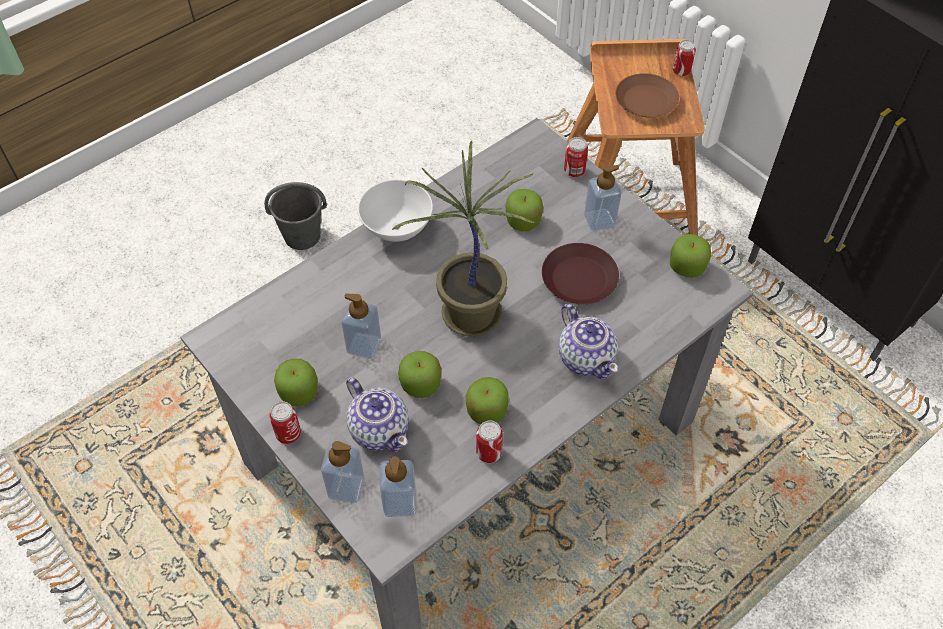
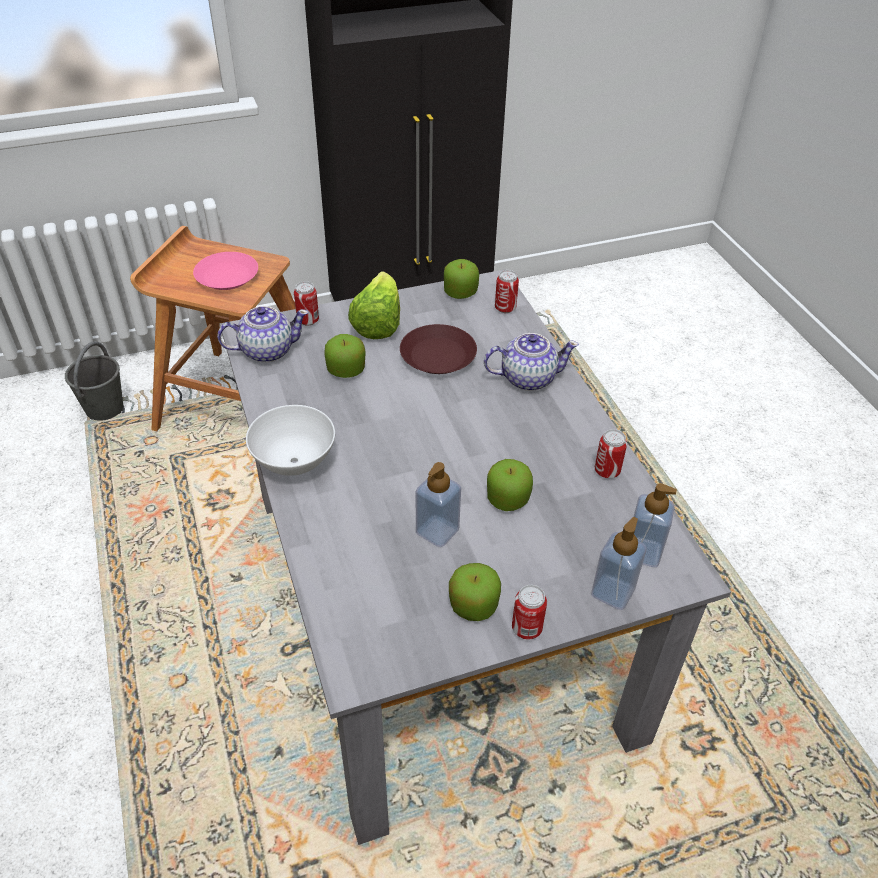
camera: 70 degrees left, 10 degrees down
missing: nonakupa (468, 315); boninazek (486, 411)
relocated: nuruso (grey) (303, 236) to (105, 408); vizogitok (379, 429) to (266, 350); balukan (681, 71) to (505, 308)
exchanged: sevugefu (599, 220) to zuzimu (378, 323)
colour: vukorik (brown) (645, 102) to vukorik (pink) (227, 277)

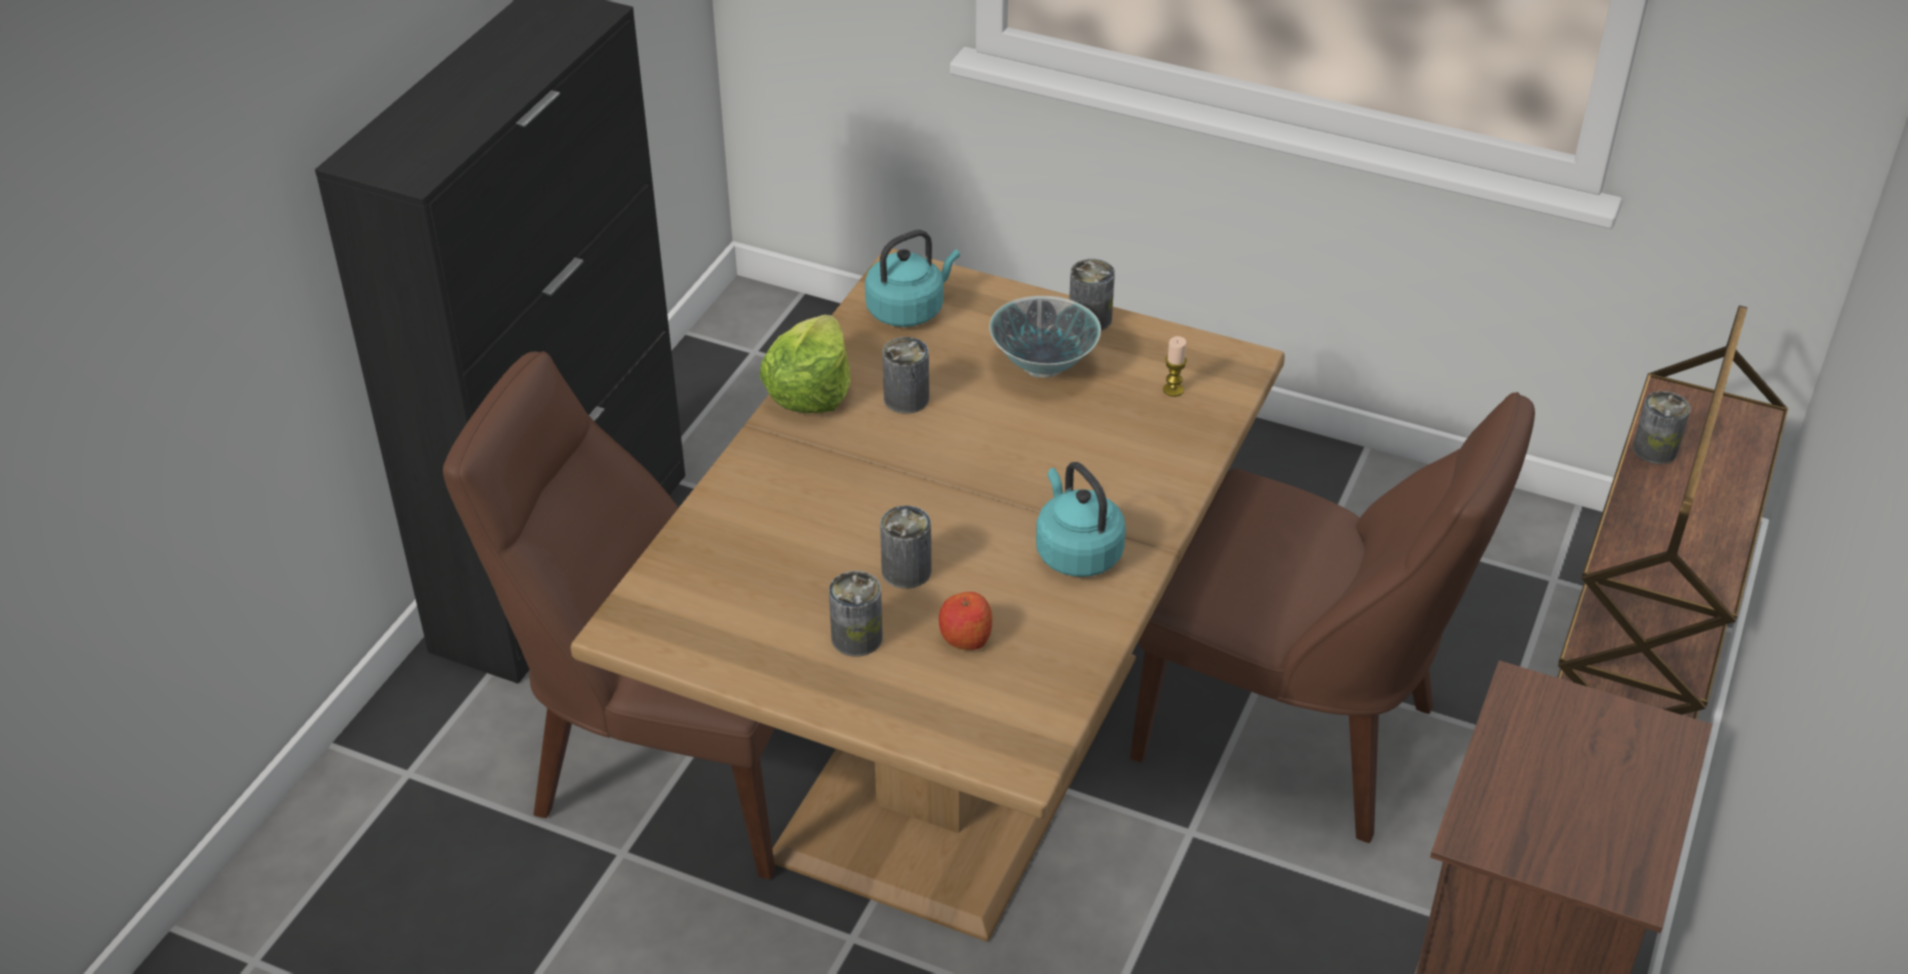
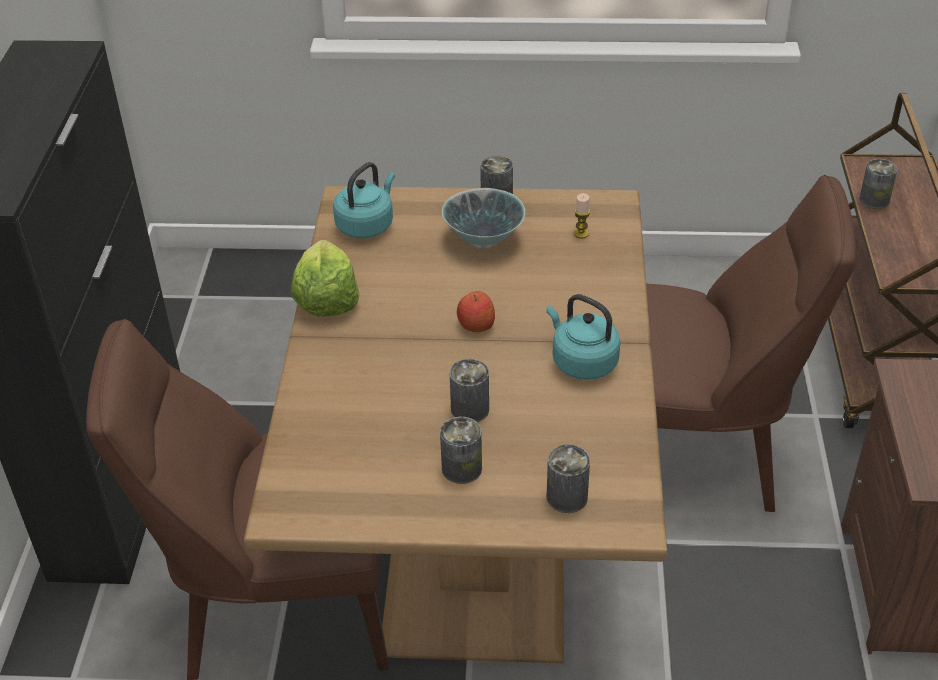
camera: 20 degrees left, 0 degrees up
relocated: boninazek (965, 637) to (476, 324); balukan (906, 398) to (567, 497)

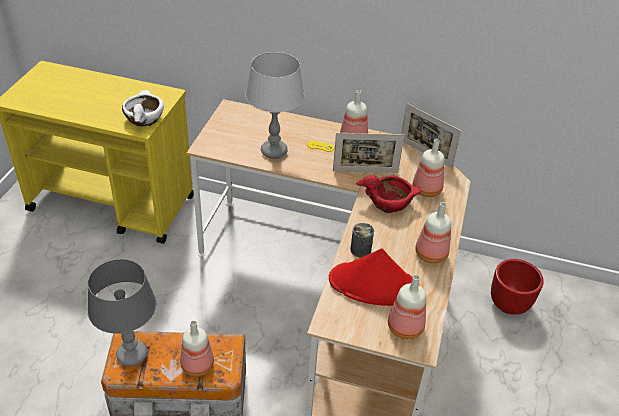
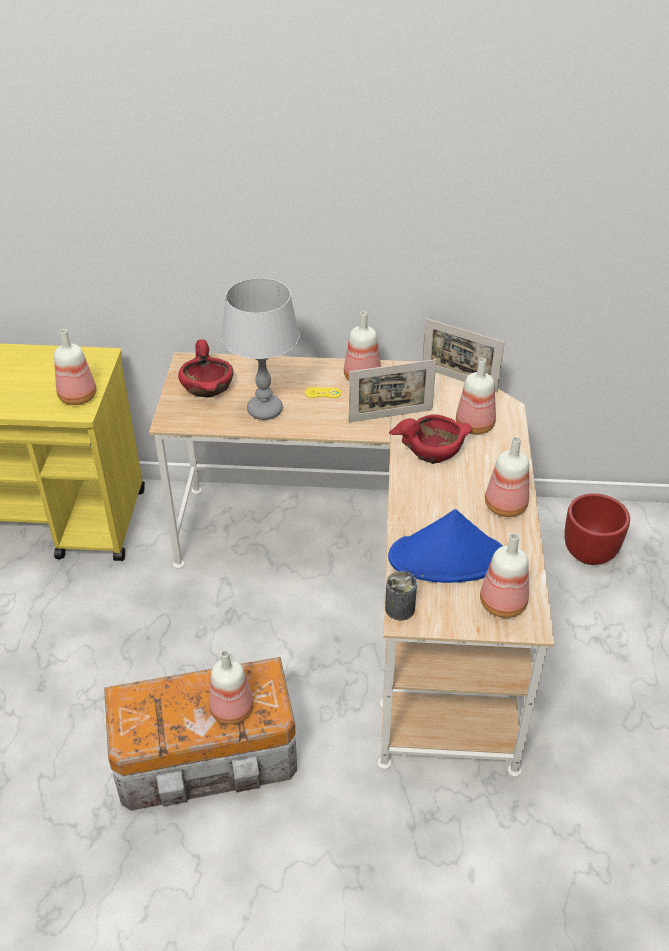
camera: 10 degrees left, 0 degrees up
missing: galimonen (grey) (132, 355)
appeared: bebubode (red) (207, 387)
relocated: balukan (360, 250) to (399, 608)
exchanged: bebubode (white) (144, 118) to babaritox (77, 396)
colour: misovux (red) (374, 285) to misovux (blue) (448, 558)

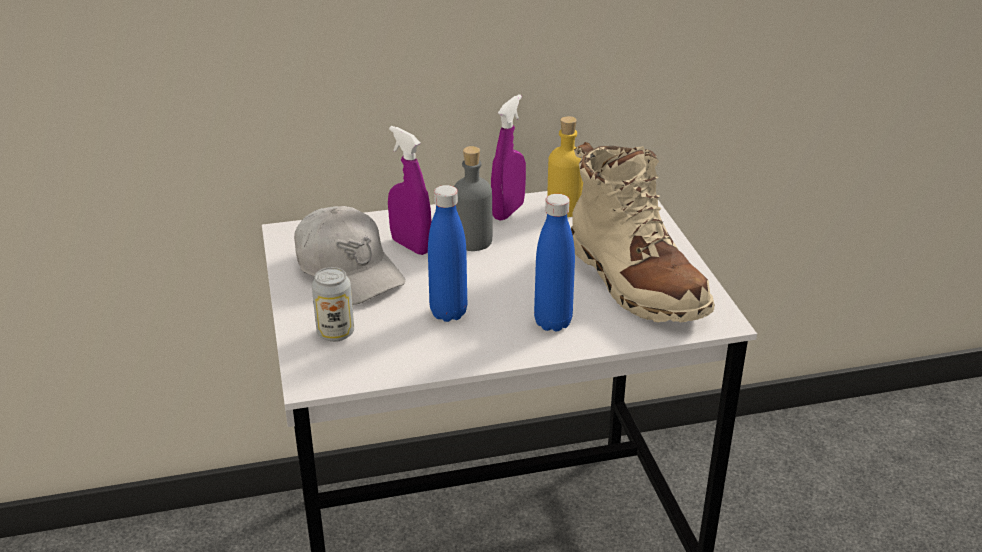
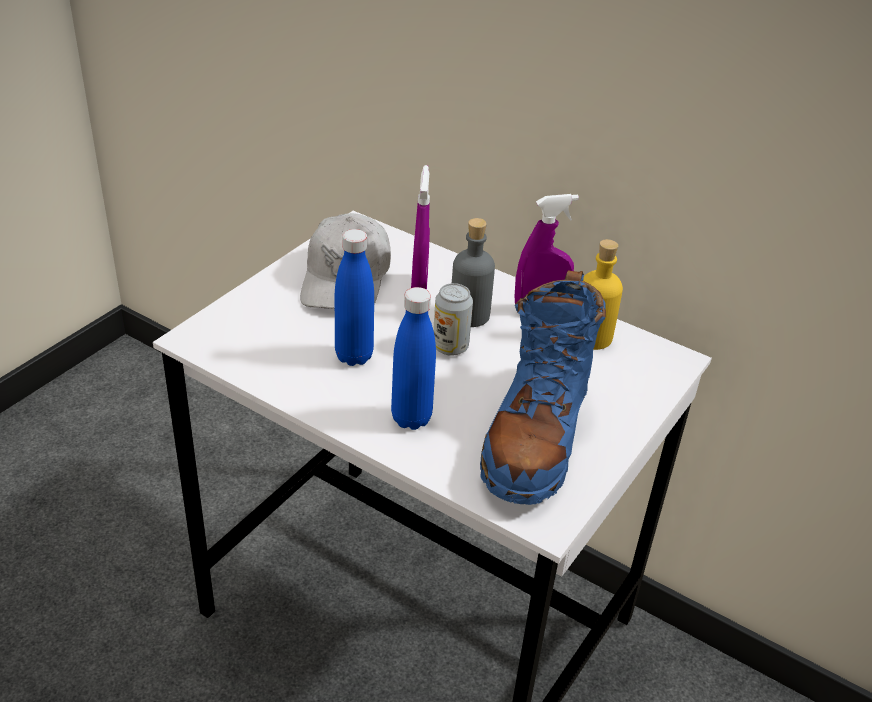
camera: 45 degrees right, 5 degrees up
relocated: balukan (335, 333) to (450, 347)
colour: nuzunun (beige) (634, 281) to nuzunun (blue) (536, 434)

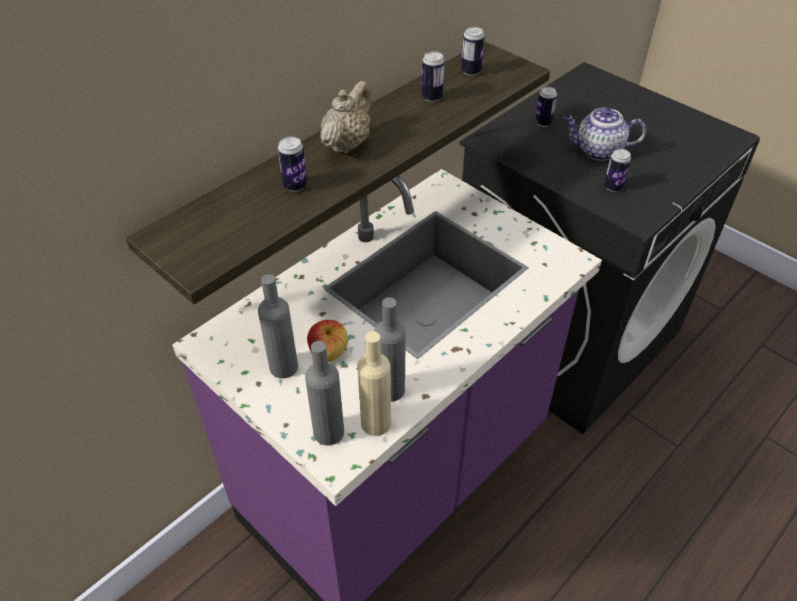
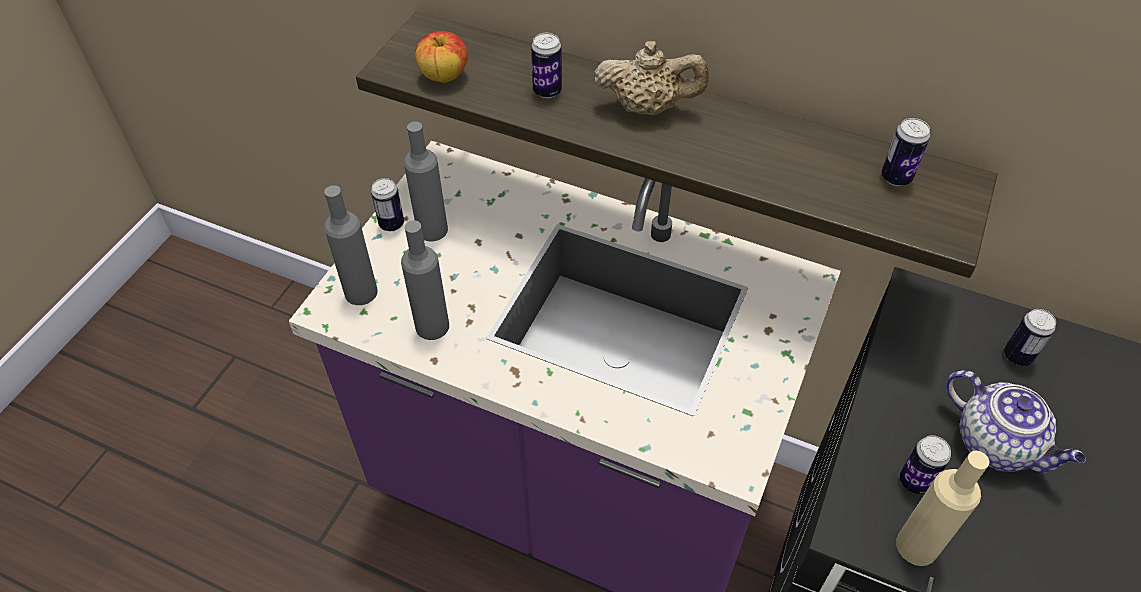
camera: 70 degrees right, 5 degrees up
relocated: balukan (432, 97) to (391, 224); boninazek (328, 353) to (444, 76); babaritox (beige) (376, 423) to (917, 546)
spun: vizogitok (597, 151) = (997, 444) 150 degrees clockwise

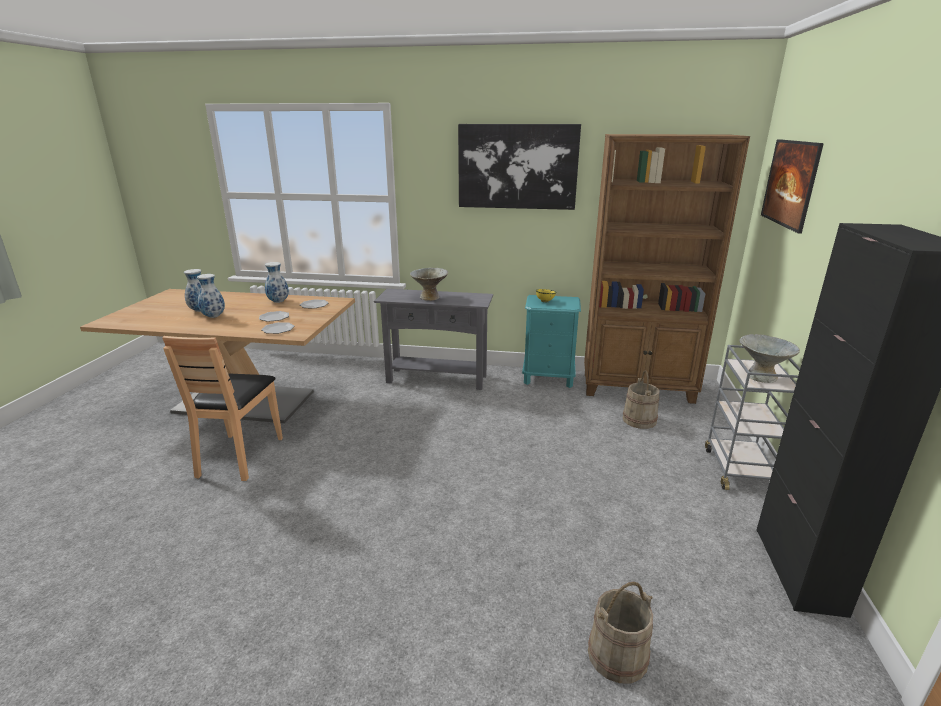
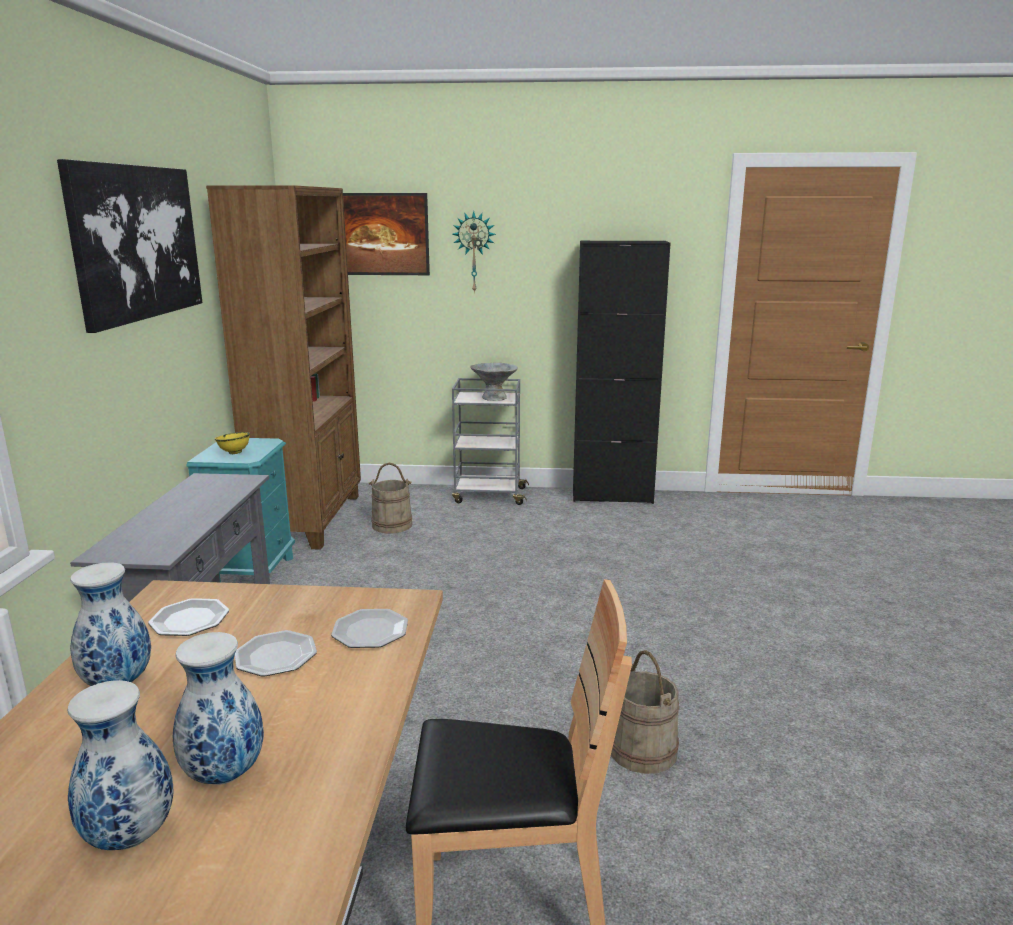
camera: 95 degrees left, 5 degrees down
missing: bebubode (grey) (429, 297)
appeared: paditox (474, 252)
relocated: nuruso (beige) (617, 655) to (643, 750)

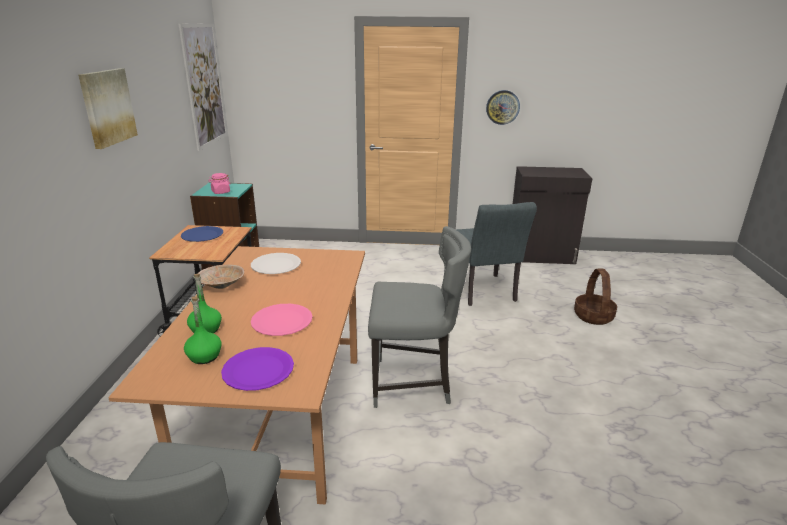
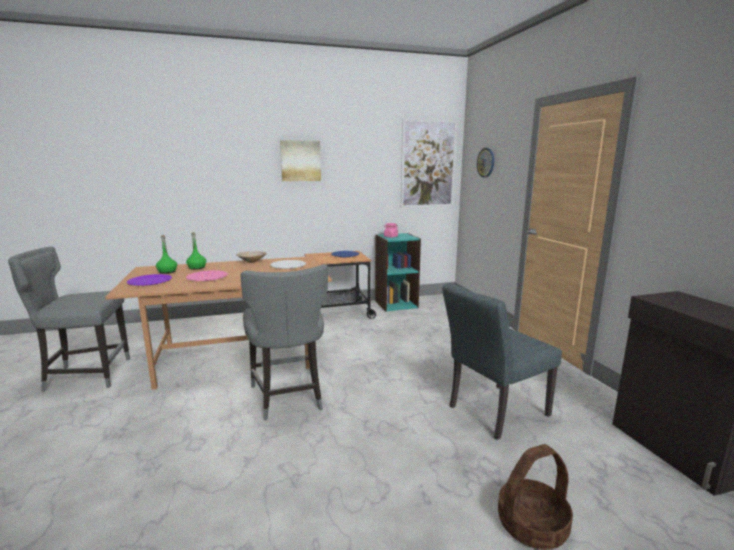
camera: 70 degrees right, 10 degrees down
relocated: paditox (502, 107) to (486, 162)

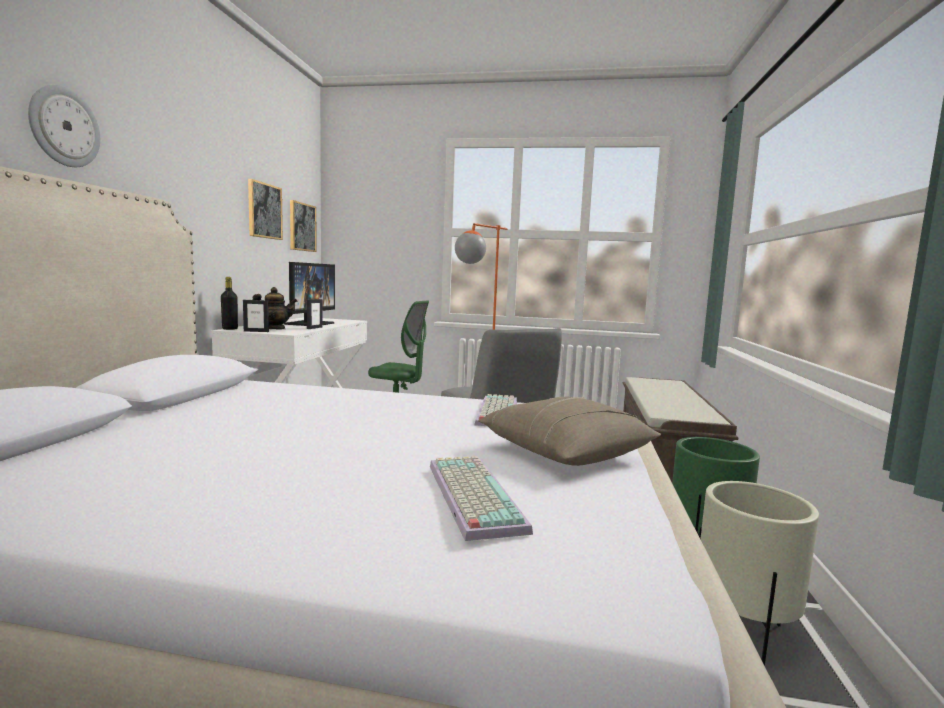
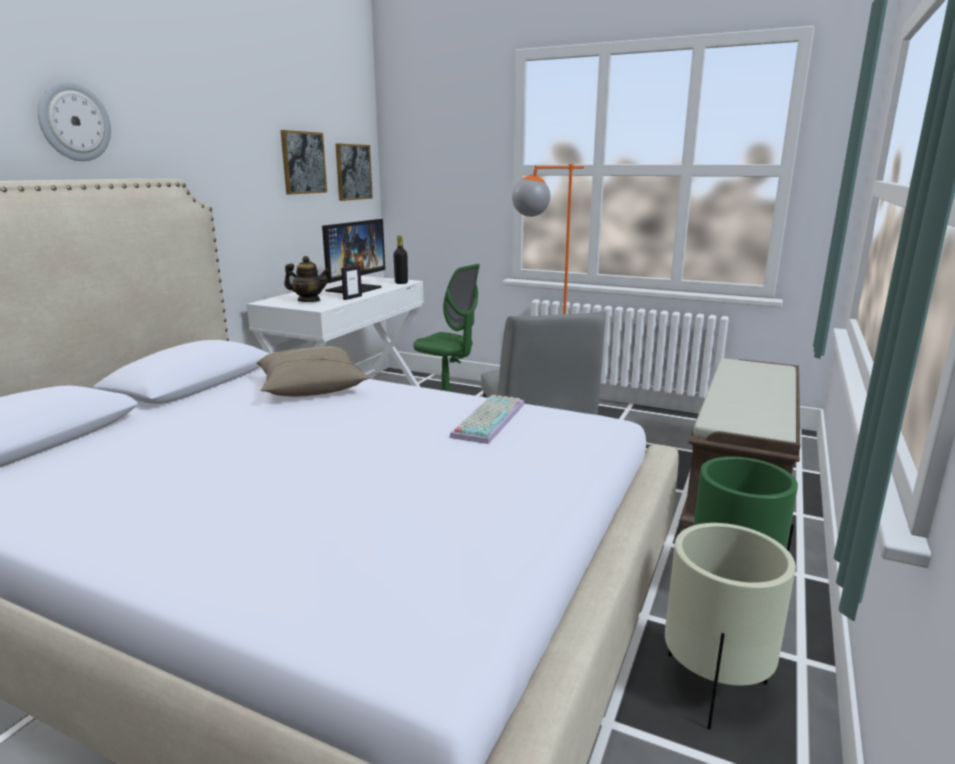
camera: 15 degrees right, 10 degrees up
missing: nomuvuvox (256, 331); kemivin (470, 495)
relocated: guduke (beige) (565, 452) to (311, 387); babaritox (black) (230, 329) to (401, 283)

